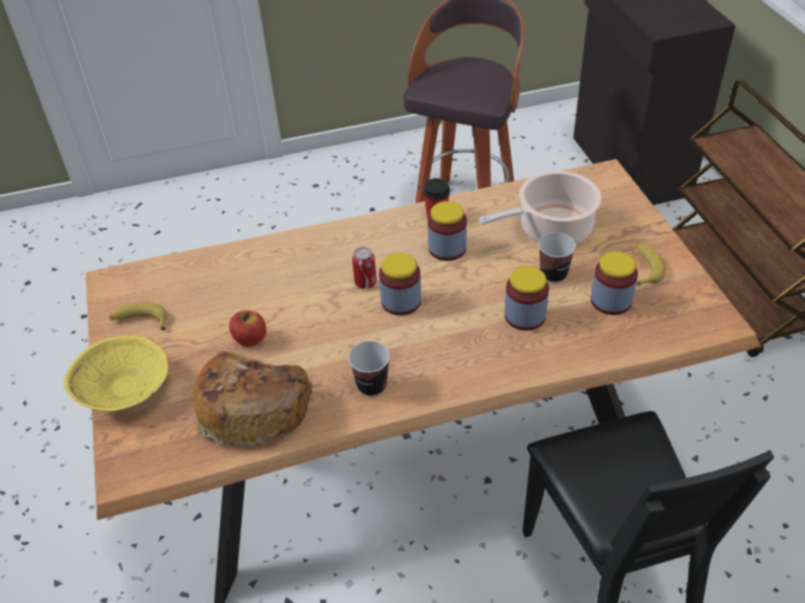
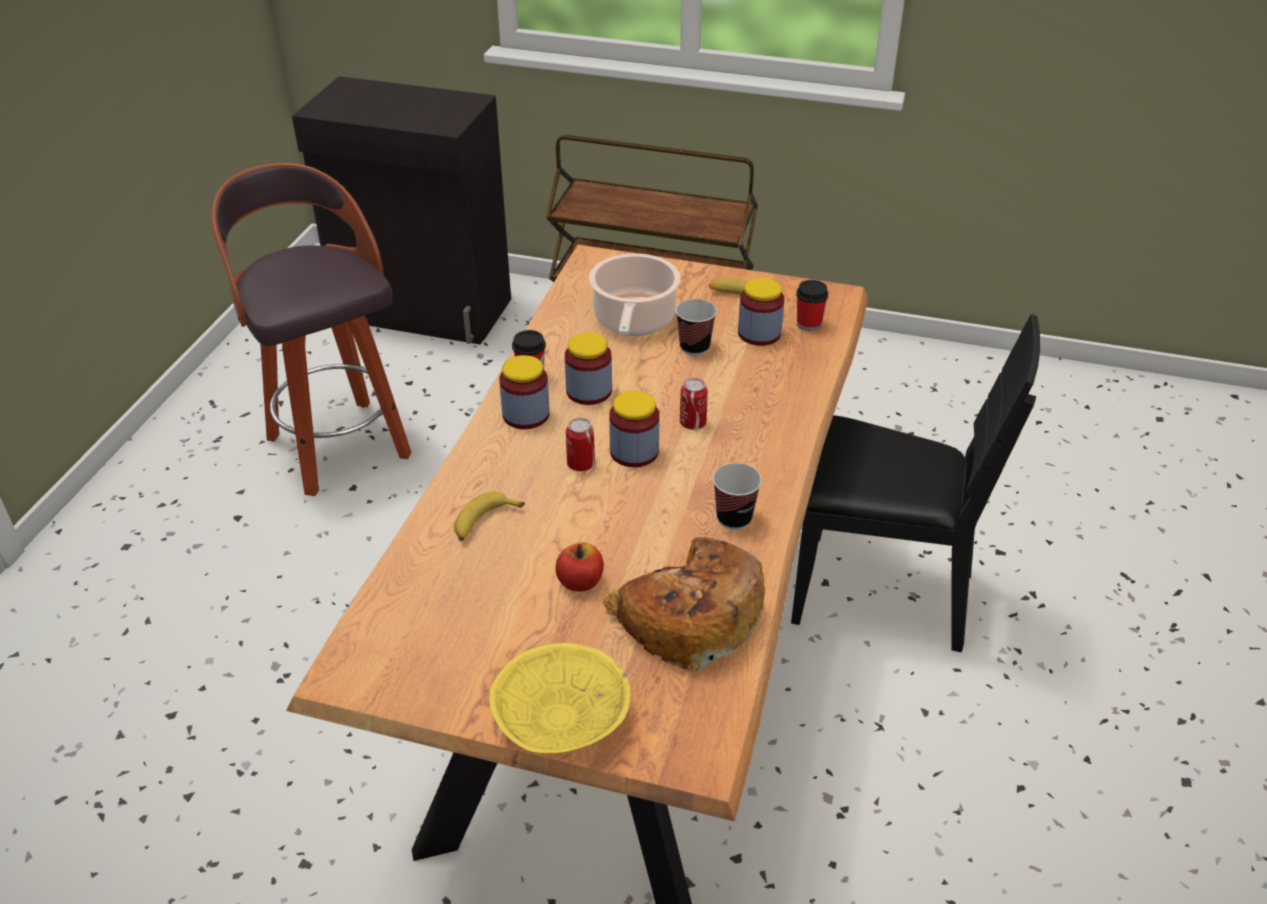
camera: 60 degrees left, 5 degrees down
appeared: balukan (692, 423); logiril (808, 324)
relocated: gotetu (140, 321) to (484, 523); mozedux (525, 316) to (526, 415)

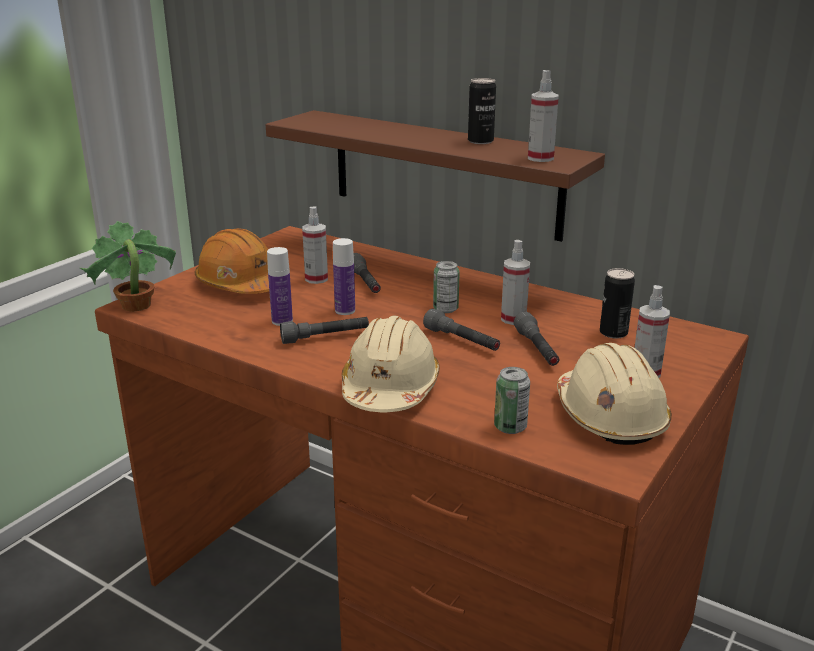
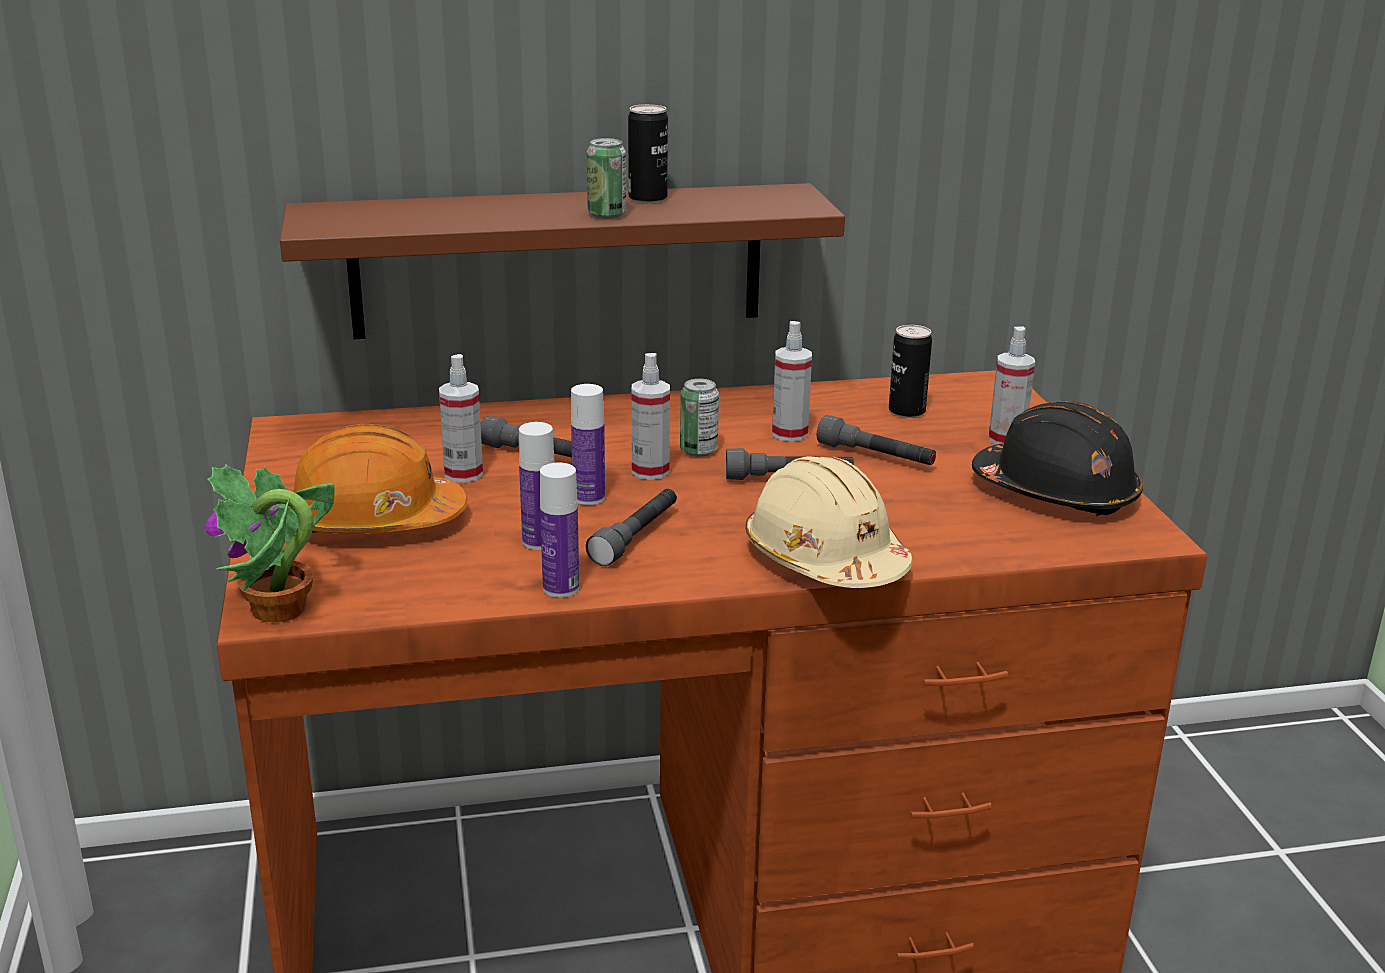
camera: 45 degrees left, 0 degrees up
appeared: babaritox (561, 588)
relocated: balukan (510, 427) to (607, 215); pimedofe (540, 158) to (650, 471)
colour: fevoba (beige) (610, 416) to fevoba (black) (1056, 493)

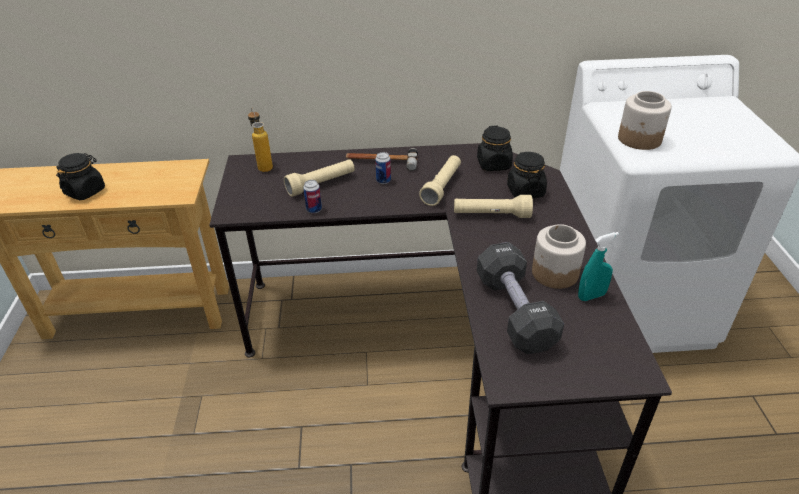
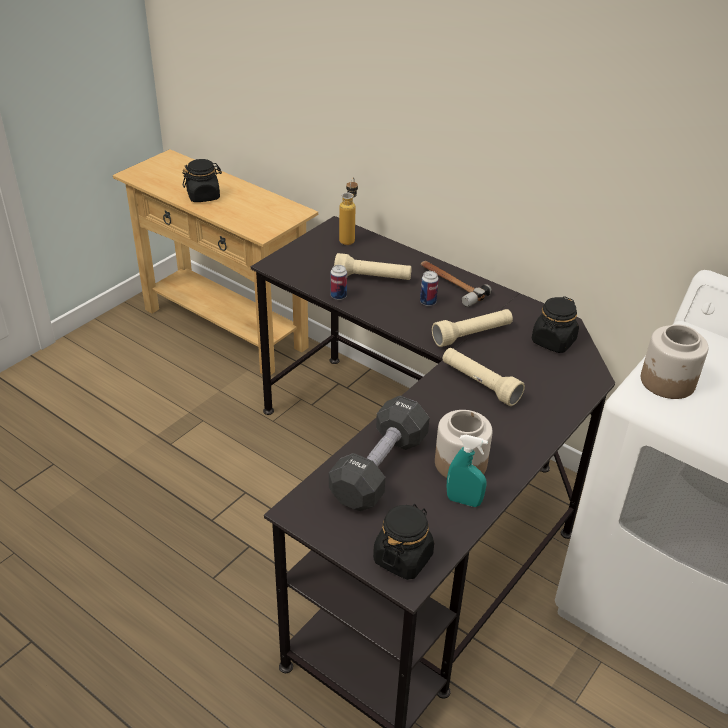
camera: 40 degrees right, 0 degrees up
relocated: mozedux (black) (525, 191) to (403, 558)

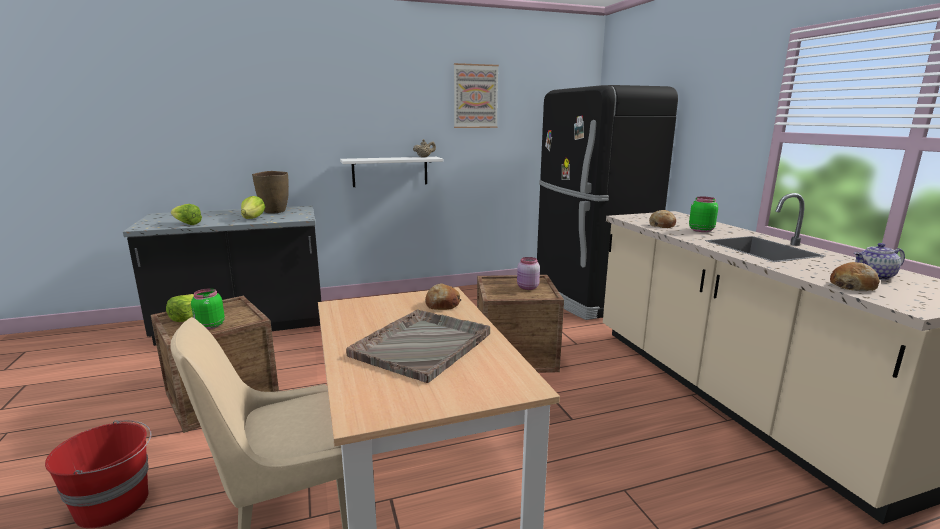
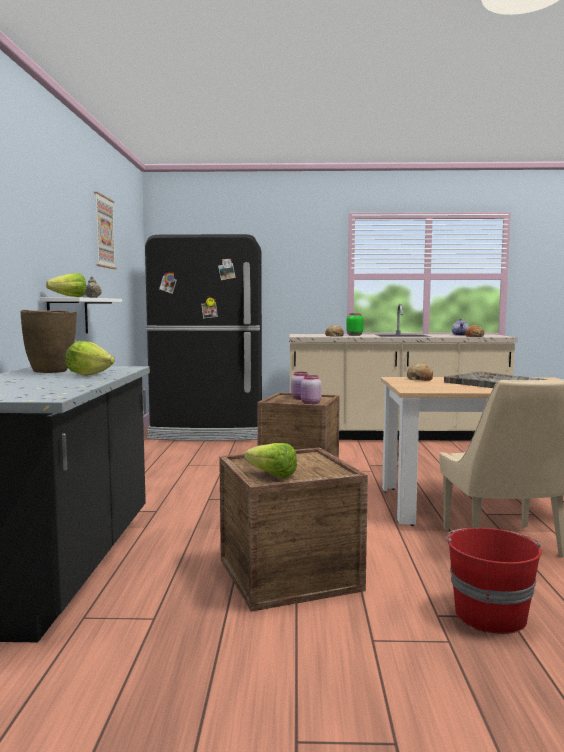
camera: 70 degrees left, 10 degrees down
missing: mozedux (green) (209, 326)
appeared: mozedux (pink) (310, 403)
relocated: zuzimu (185, 223) to (65, 297)

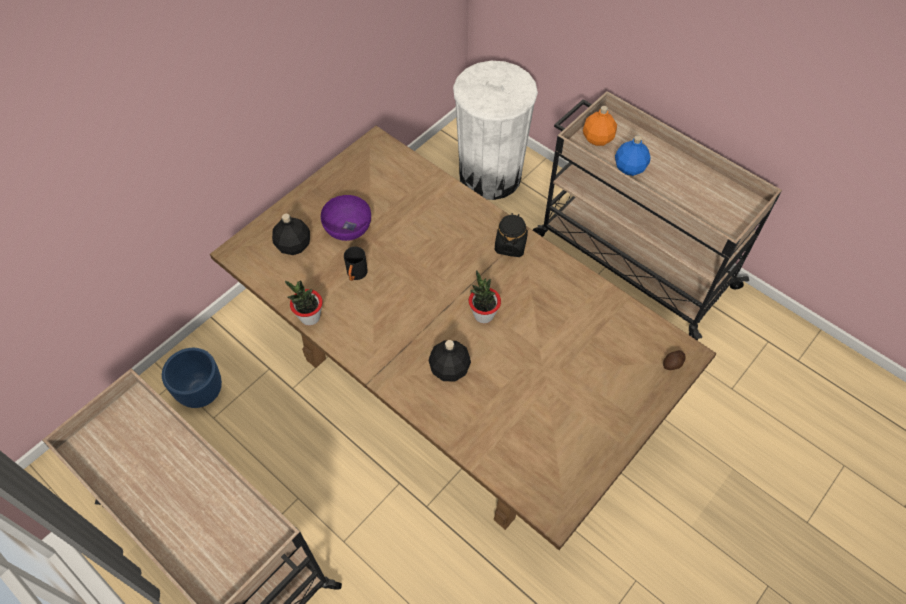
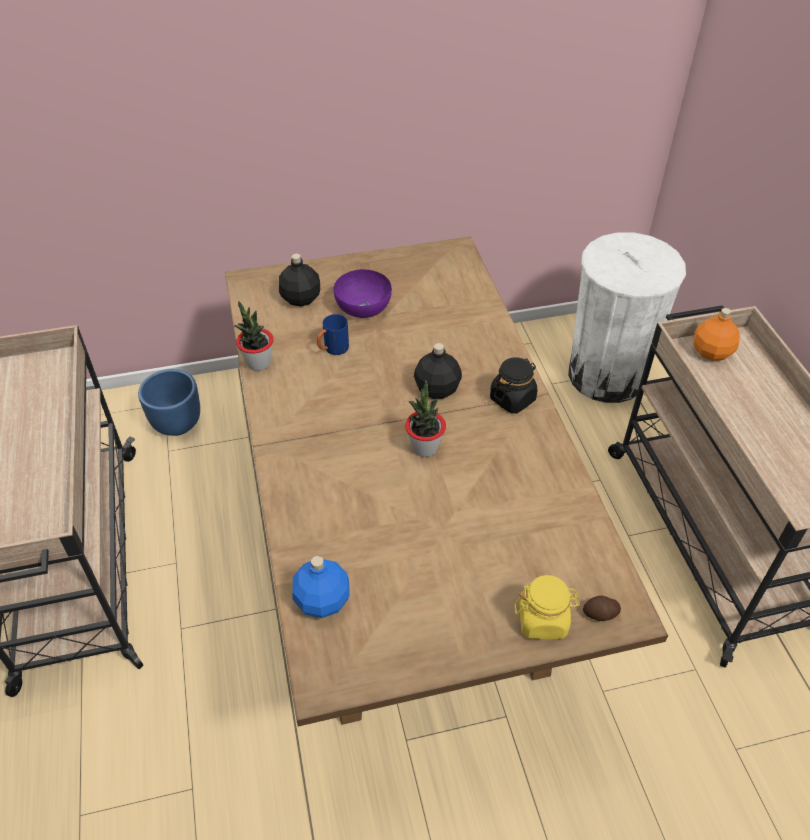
camera: 35 degrees right, 10 degrees down
appeared: mozedux (yellow) (543, 620)
relocated: babaritox (blue) (629, 168) to (321, 601); babaritox (black) (449, 368) to (437, 388)
colour: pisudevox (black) (356, 275) to pisudevox (blue) (333, 350)

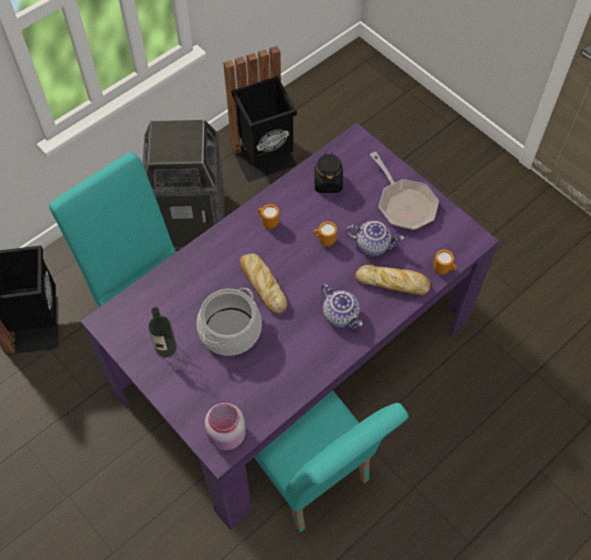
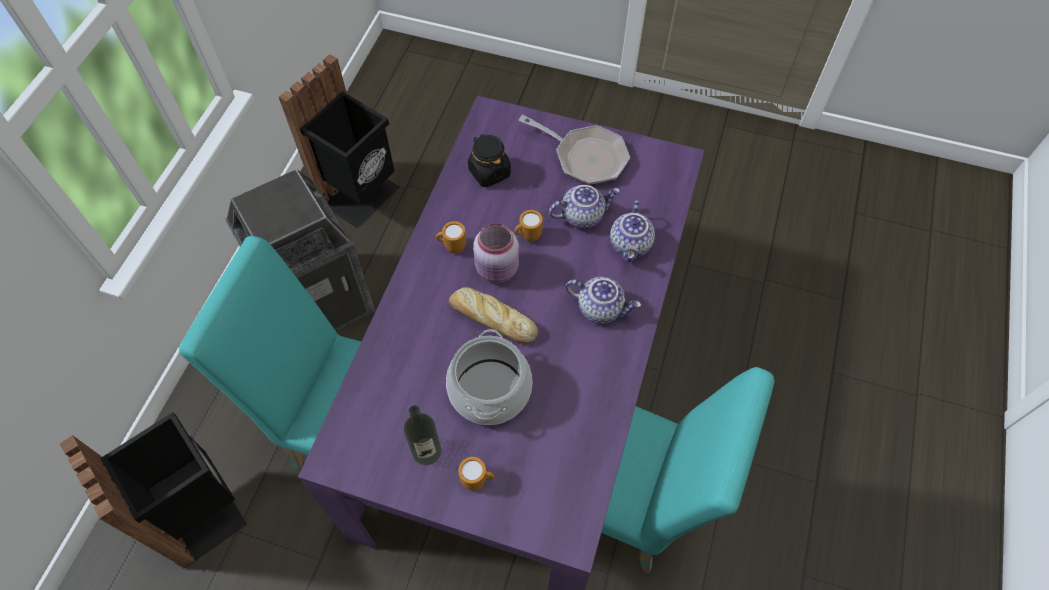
camera: 30 degrees left, 0 degrees up
relocated: pisudevox (orange) (443, 270) to (478, 481); mozedux (pink) (227, 436) to (498, 270)
exchanged: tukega (393, 283) to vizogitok (631, 245)

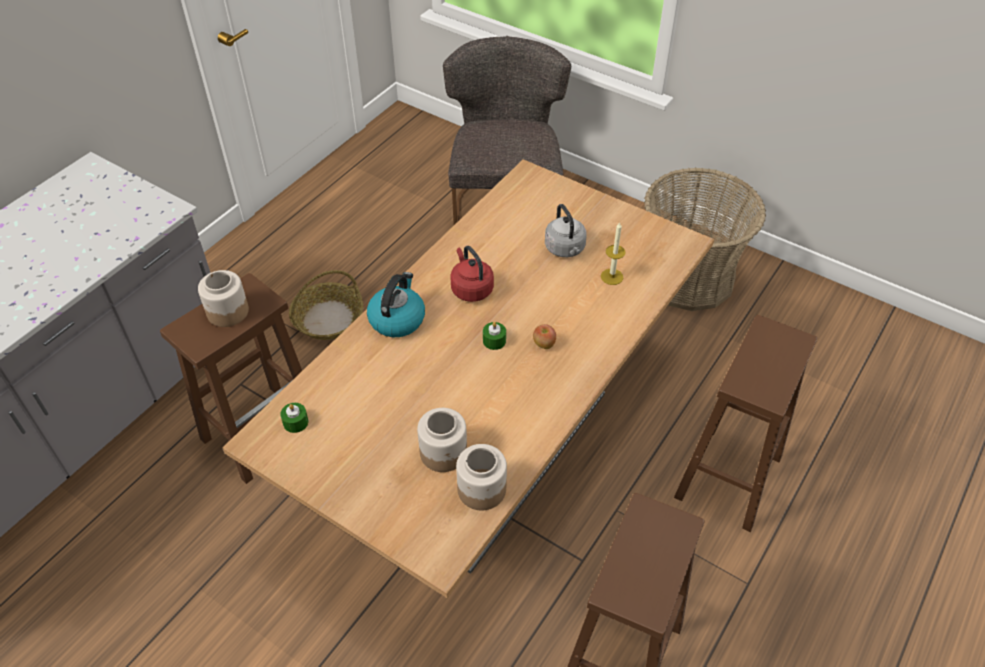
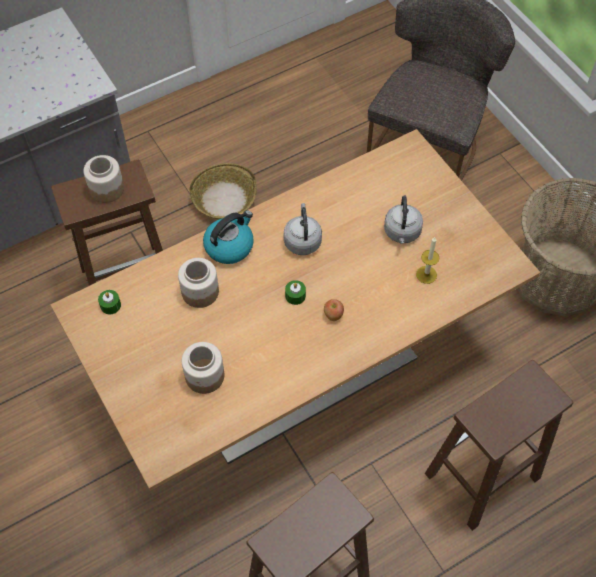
camera: 25 degrees right, 10 degrees up
relocated: mozedux (481, 490) to (199, 292)
colour: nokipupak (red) (471, 288) to nokipupak (grey) (302, 240)

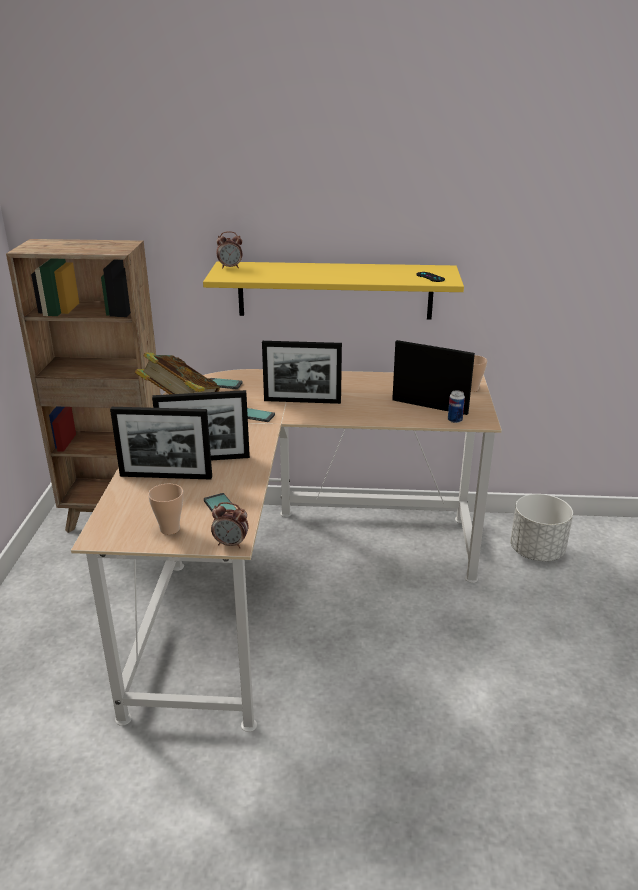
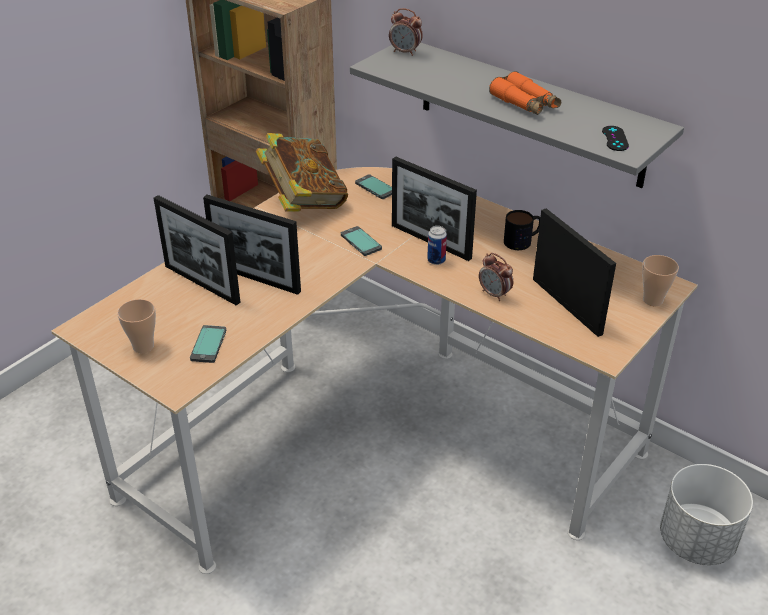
camera: 35 degrees right, 10 degrees up
appeared: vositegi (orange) (525, 103); pisudevox (523, 240)
relocated: balukan (454, 420) to (436, 260); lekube (231, 544) to (494, 294)
colour: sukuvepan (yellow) (335, 290) to sukuvepan (grey) (530, 112)

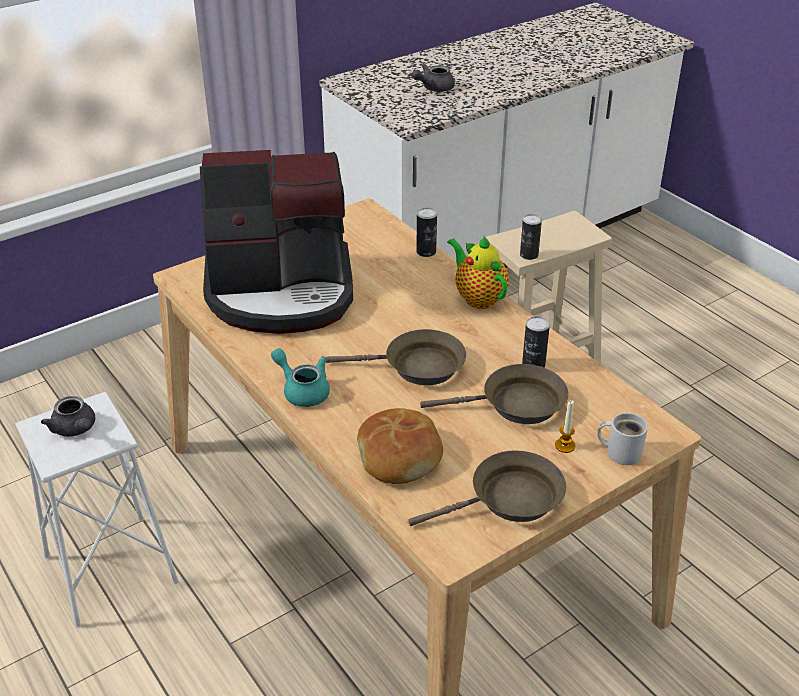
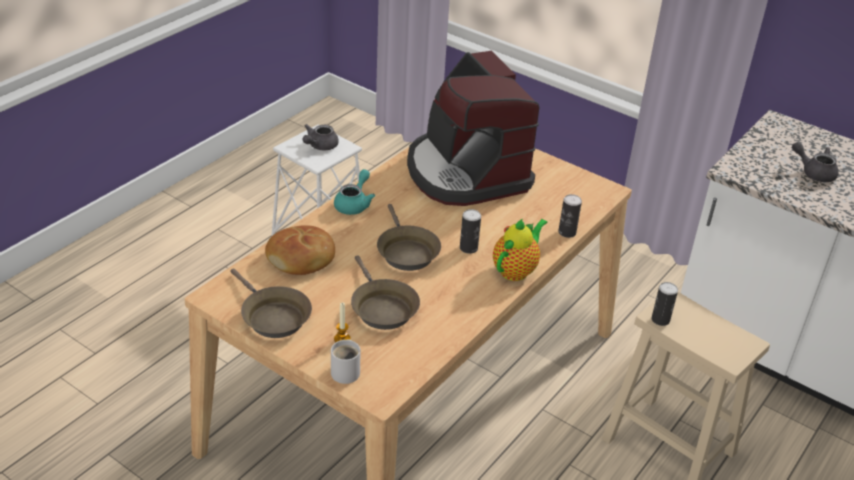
camera: 70 degrees right, 0 degrees up
relocated: balukan (533, 365) to (468, 248)

